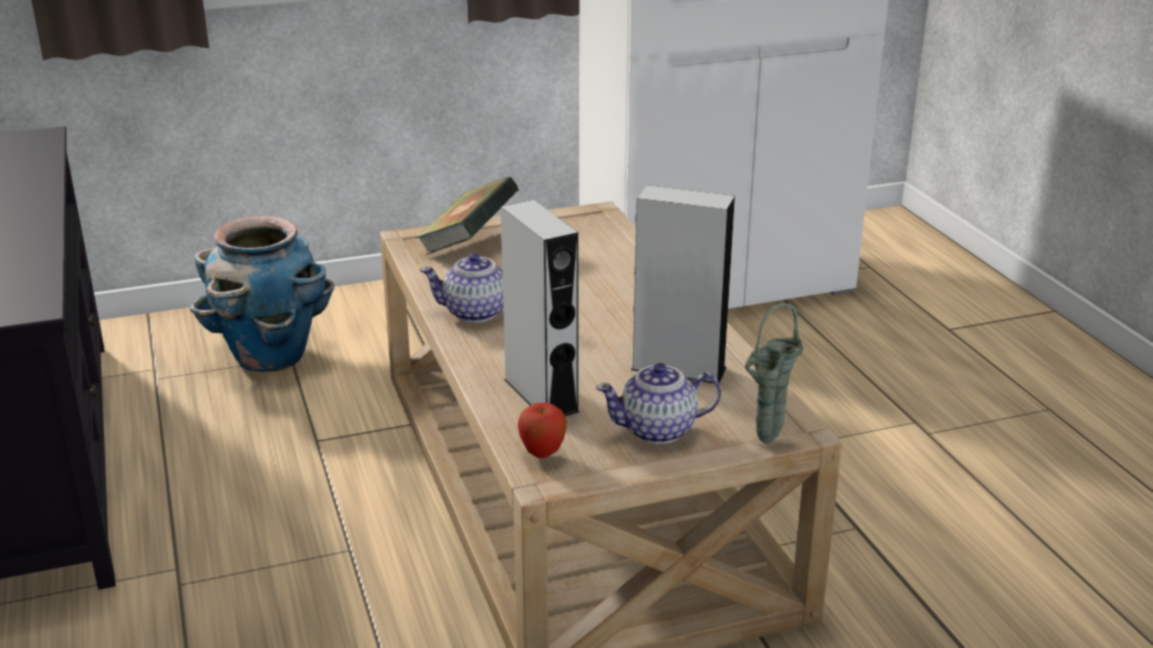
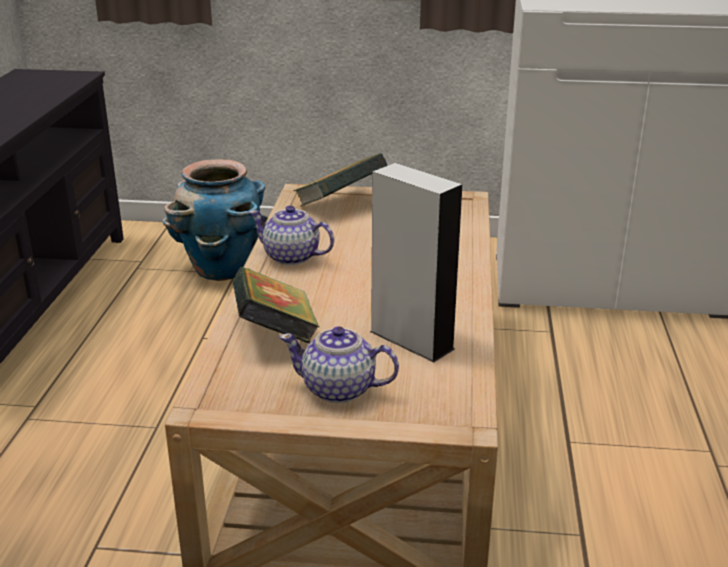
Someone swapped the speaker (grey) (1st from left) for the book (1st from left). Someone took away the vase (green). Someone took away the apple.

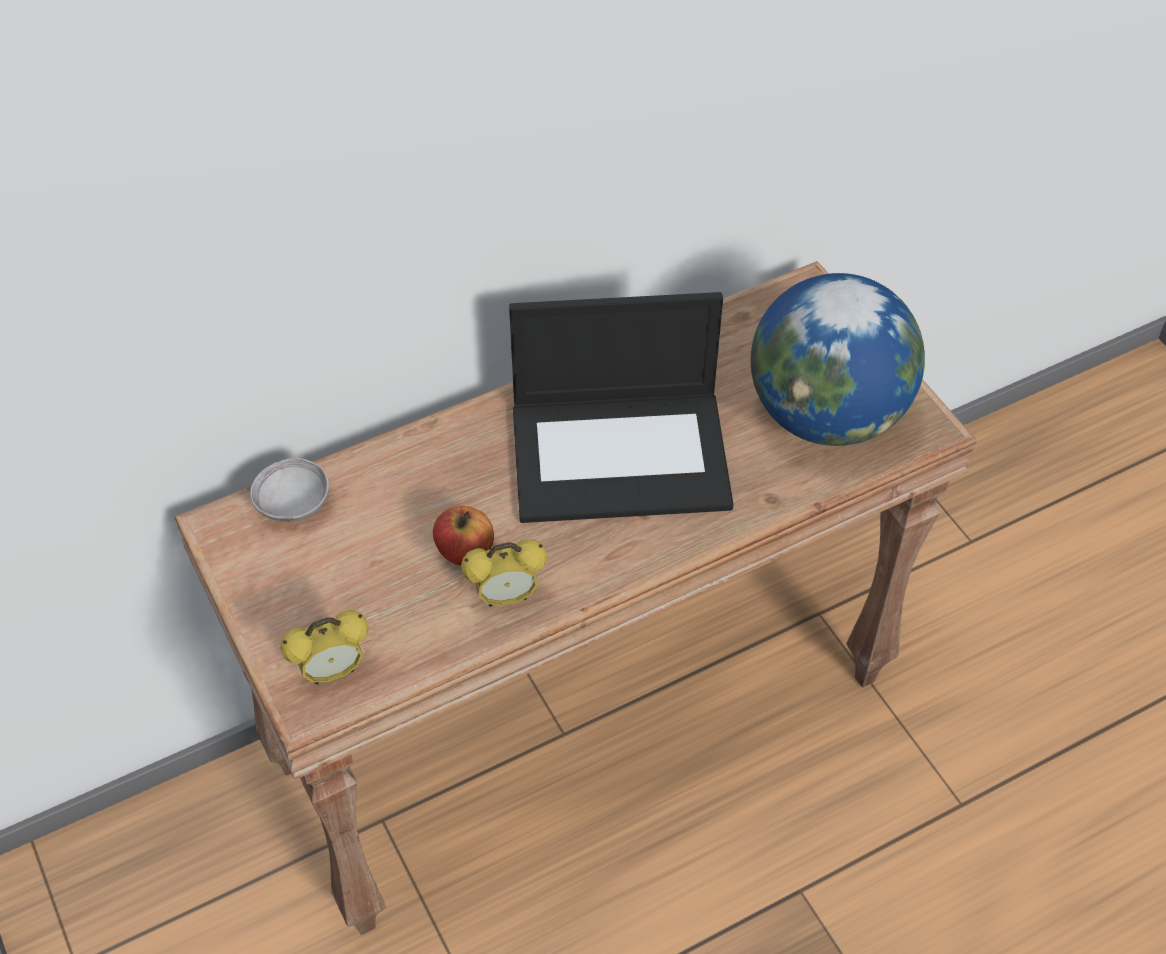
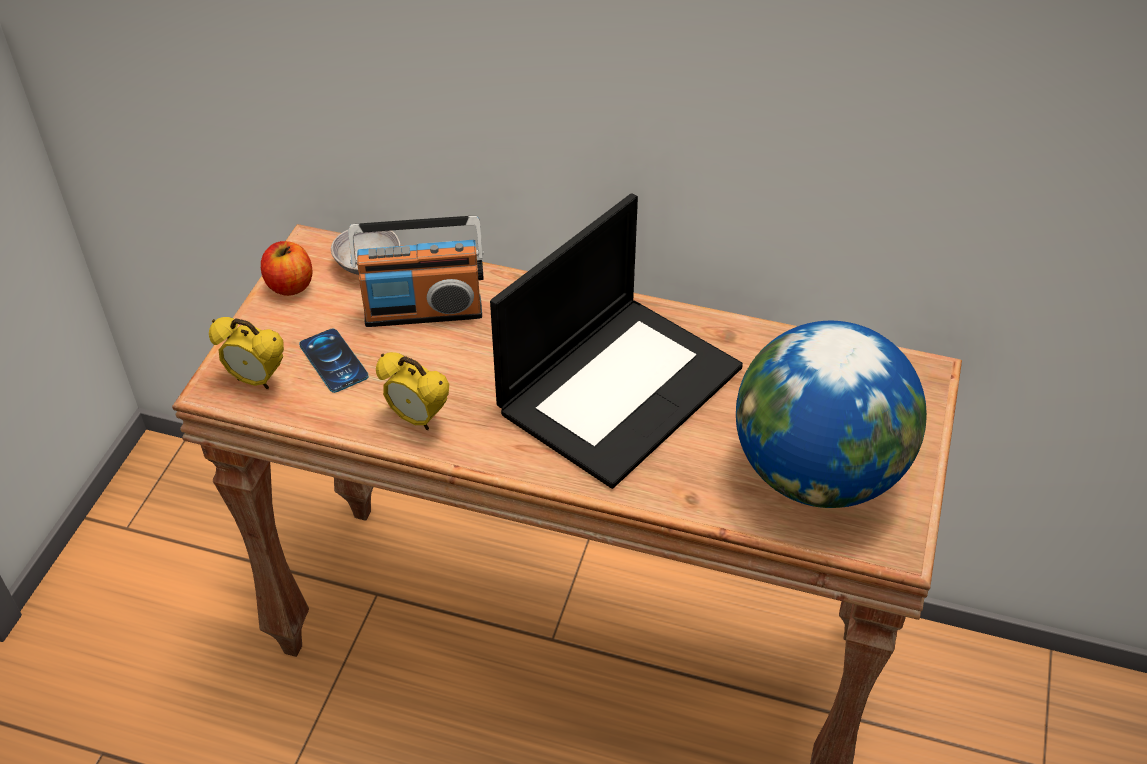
Someone rotated the laptop by 90 degrees counterclockwise. Someone carried the apple. Someone put down the radio. Someone put down the phone.

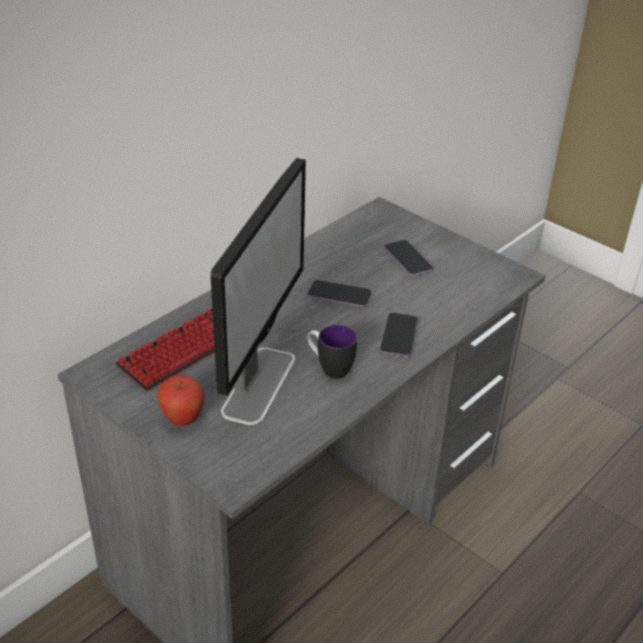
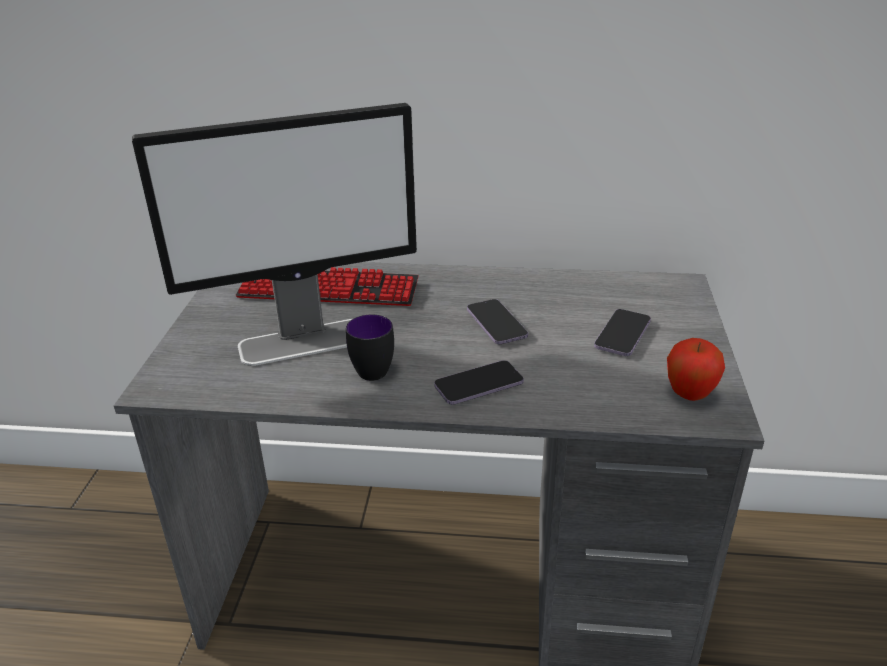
Someone carried the apple.

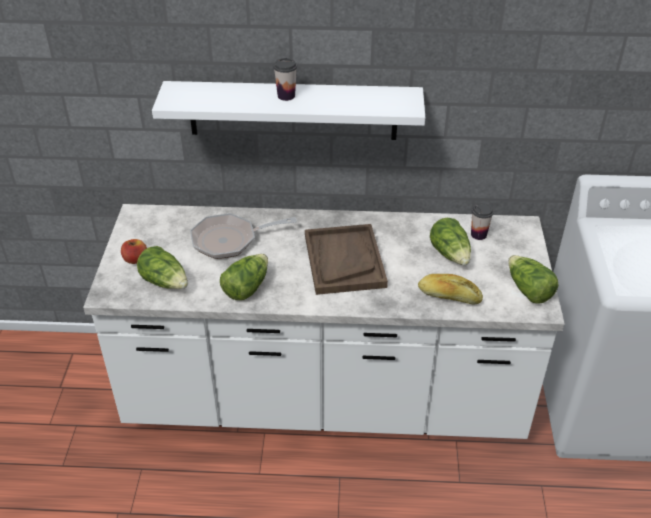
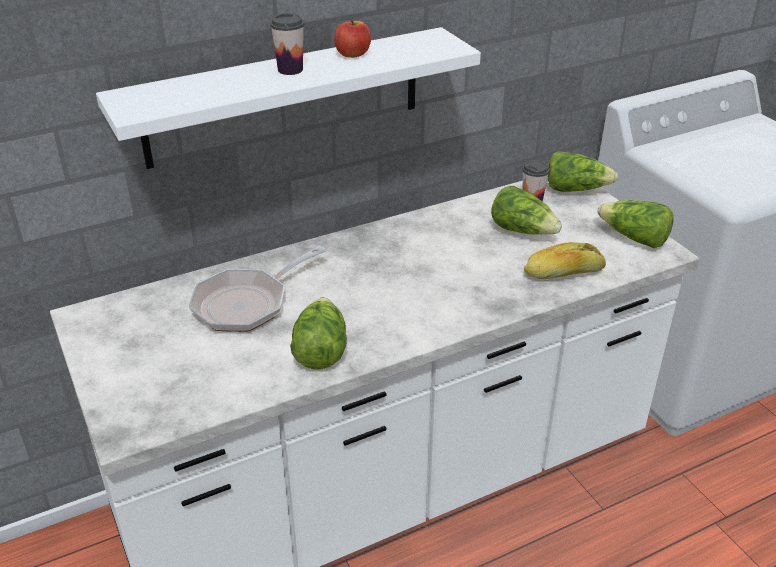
Someone took away the tray (brown). Someone carried the apple. Someone carried the lettuce (1st from left in the first image).

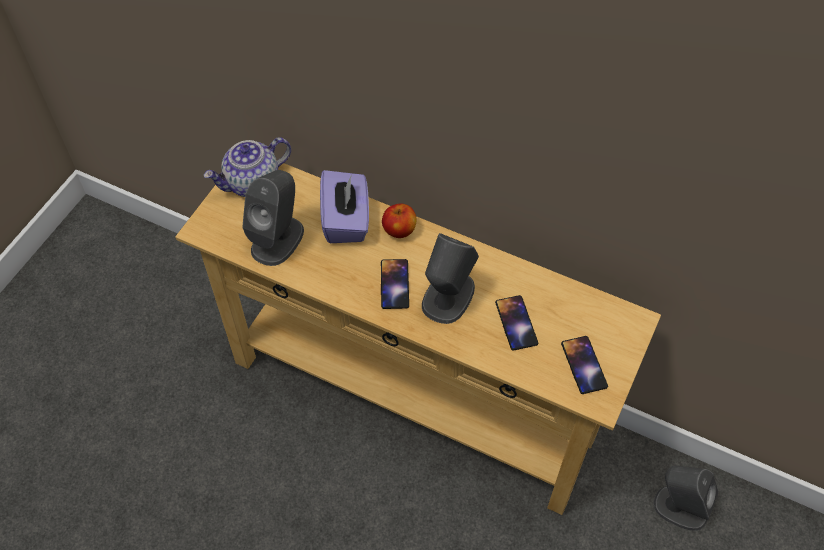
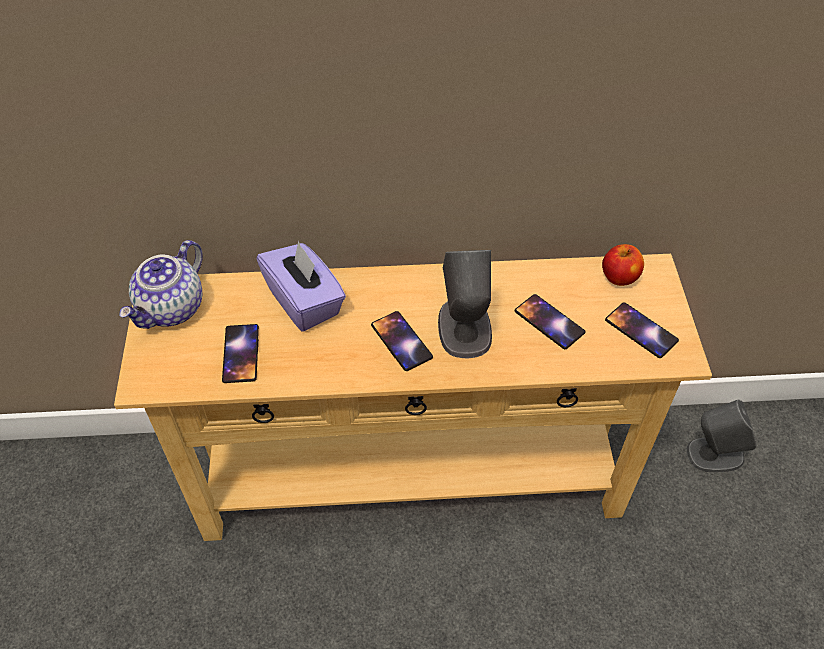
Someone swapped the speaker (grey) (1st from left) for the phone (1st from left). Someone carried the apple.

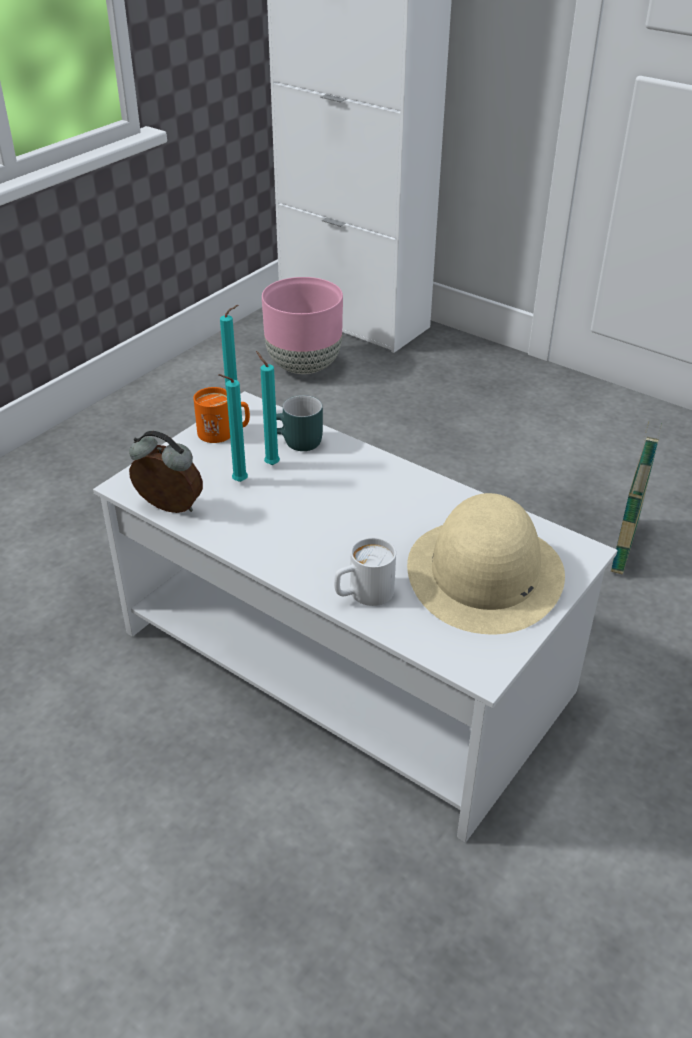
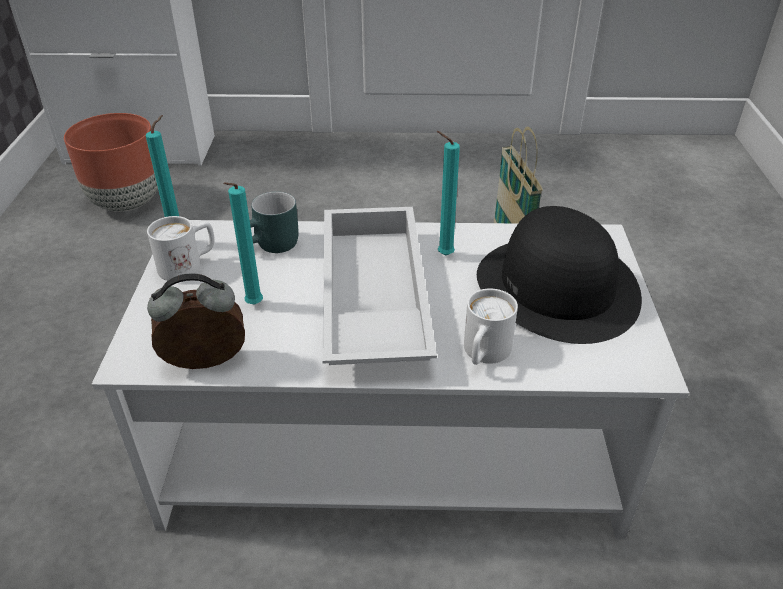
Someone repainted the planter (pink), which became the planter (brown). Someone carried the candle (turquoise) (3rd from left). Someone repainted the mug (orange), which became the mug (white) (1st from left). Someone repainted the hat (beige), which became the hat (black). Someone put down the tray (white).

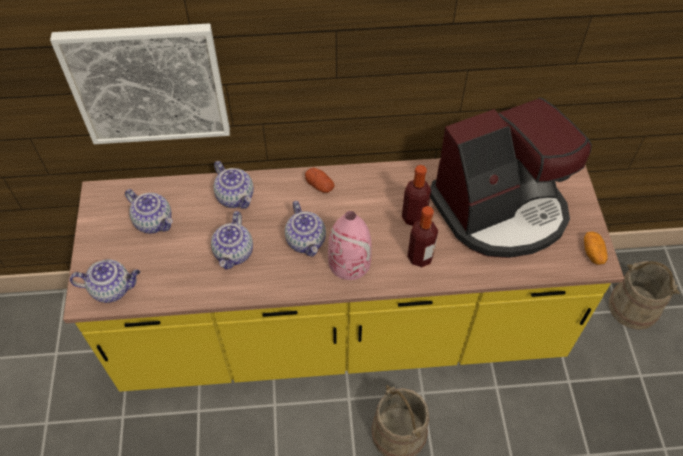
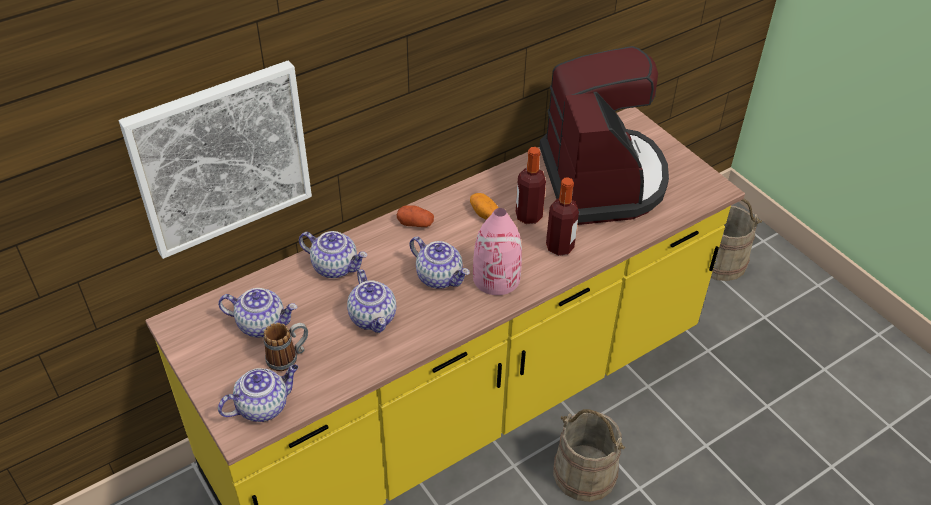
Someone rotated the coffee machine by 45 degrees counterclockwise. Someone carried the potato (2nd from left). Someone put down the mug.

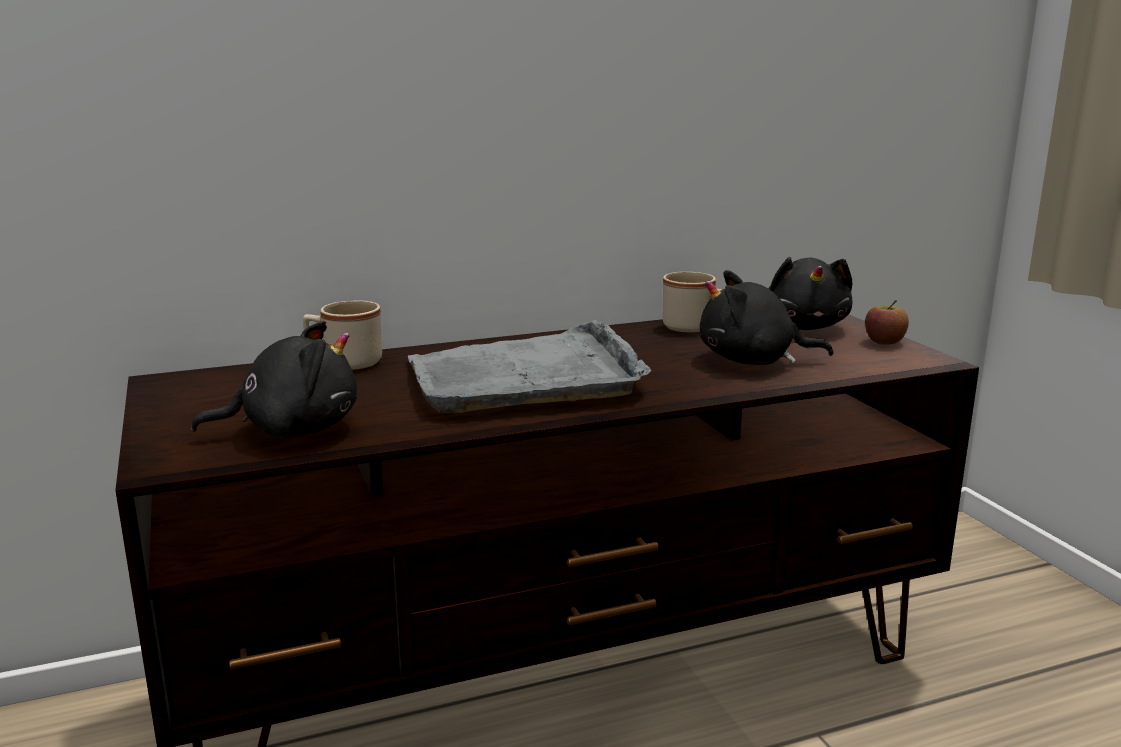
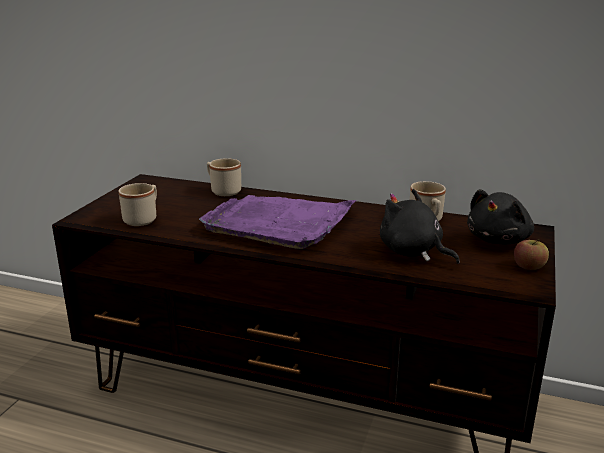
Someone repainted the tray (grey), which became the tray (purple). Someone swapped the plush toy (black) (1st from left) for the mug (beige) (1st from left).

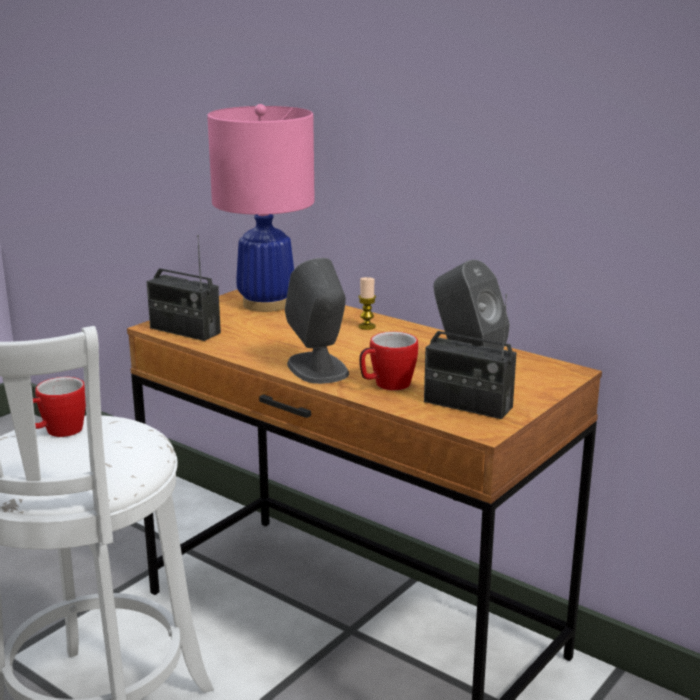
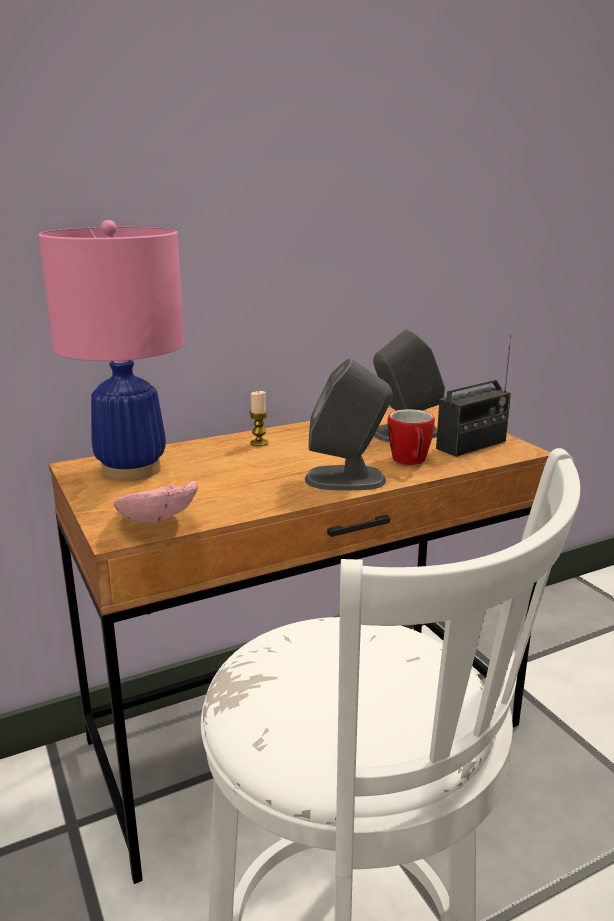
Someone swapped the radio (1st from left) for the bowl (pink). Someone took away the mug (1st from left).

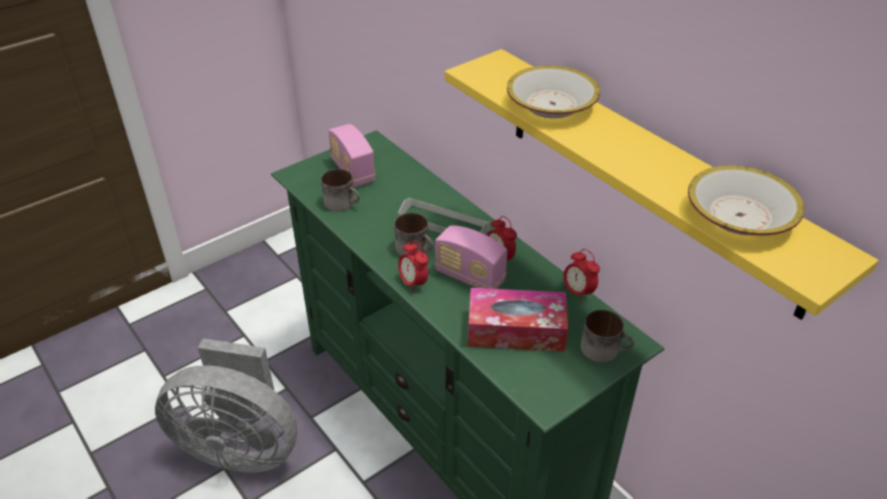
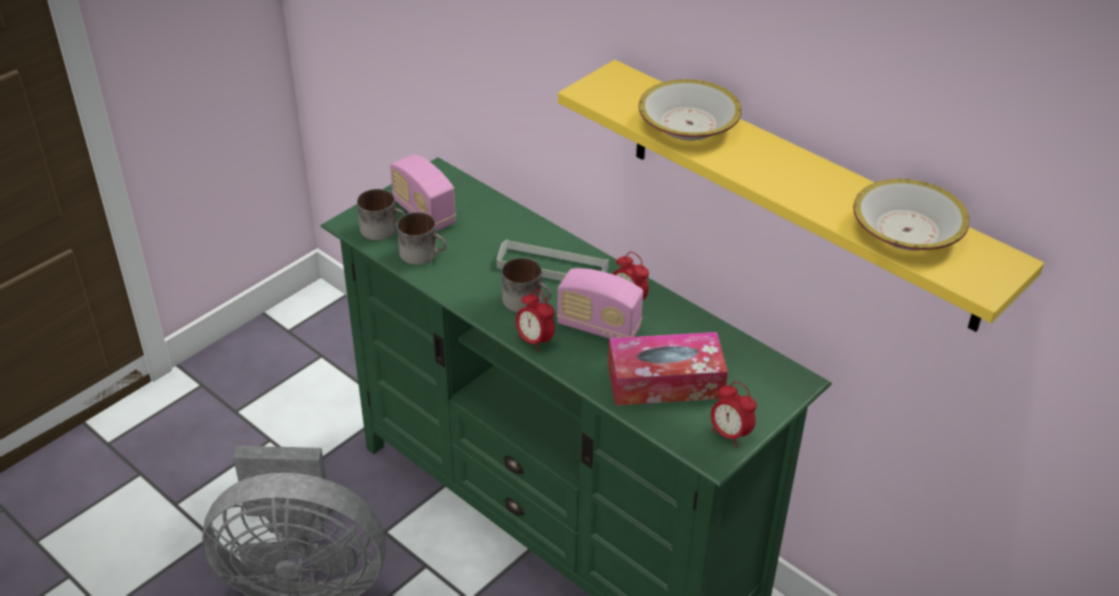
Someone carried the alarm clock (3rd from left). Someone carried the mug (3rd from left in the first image).

